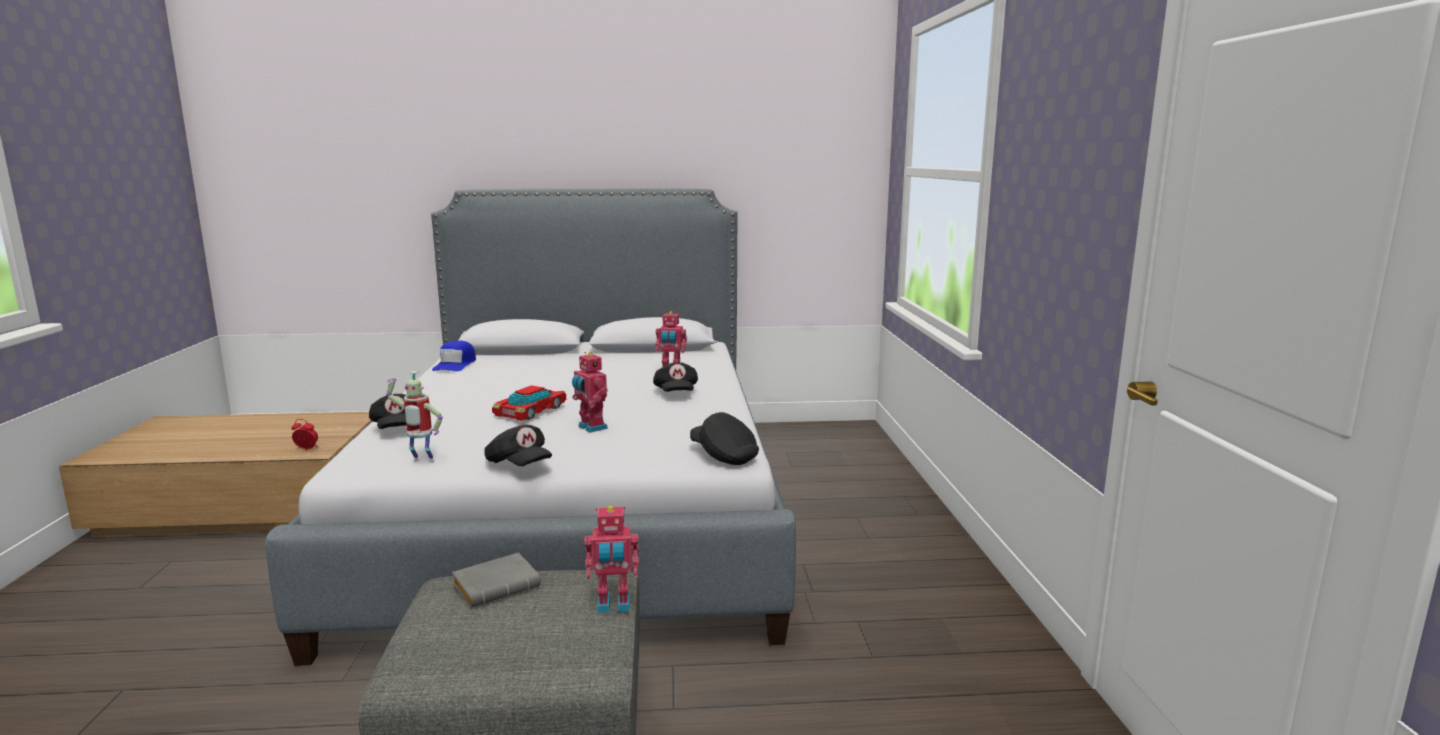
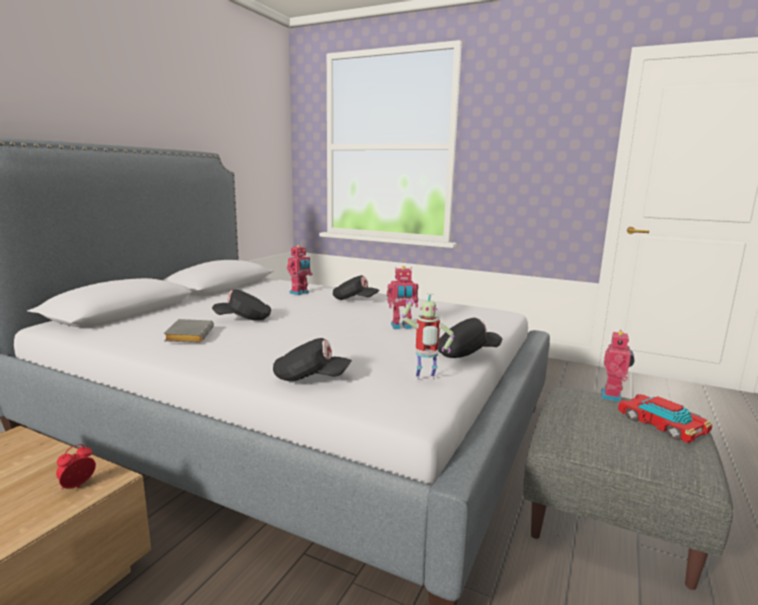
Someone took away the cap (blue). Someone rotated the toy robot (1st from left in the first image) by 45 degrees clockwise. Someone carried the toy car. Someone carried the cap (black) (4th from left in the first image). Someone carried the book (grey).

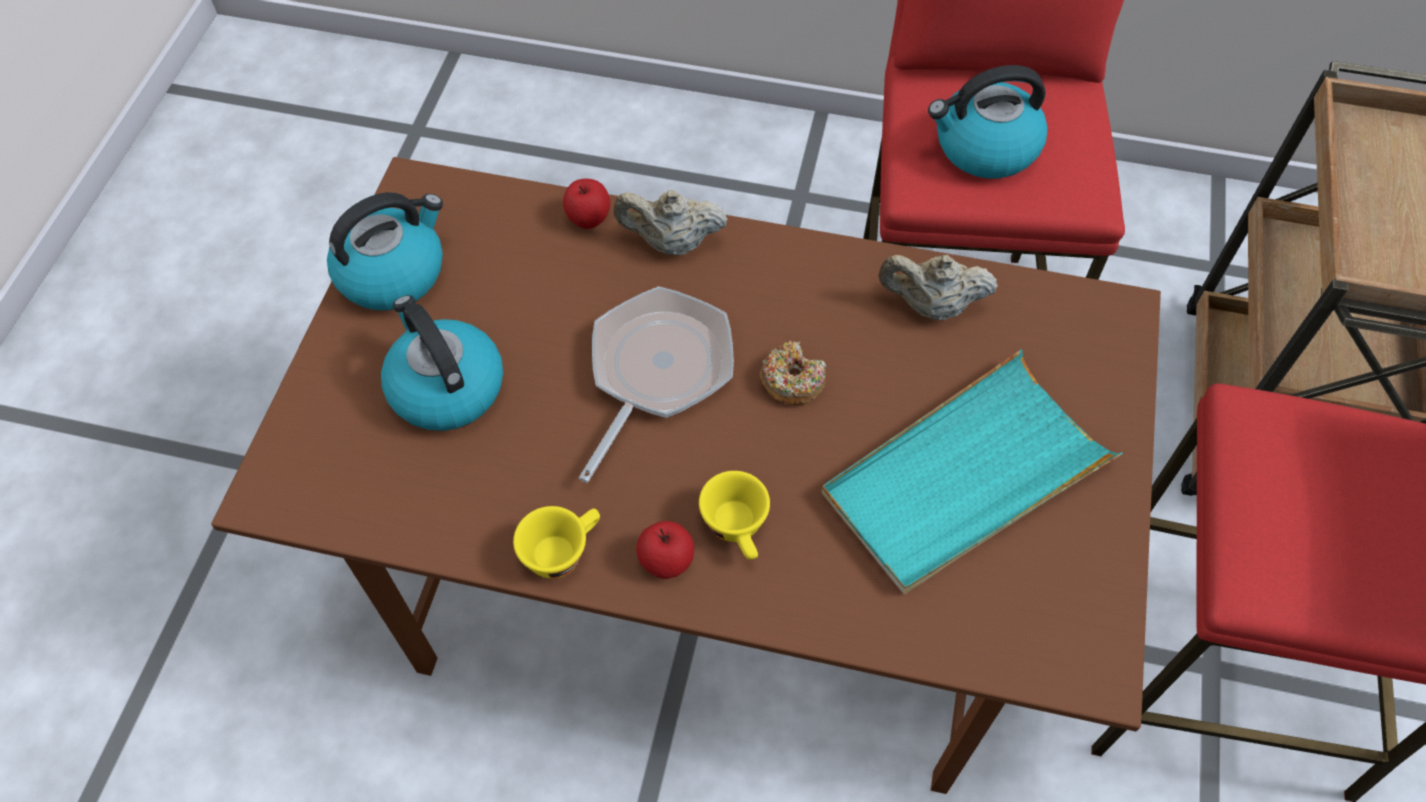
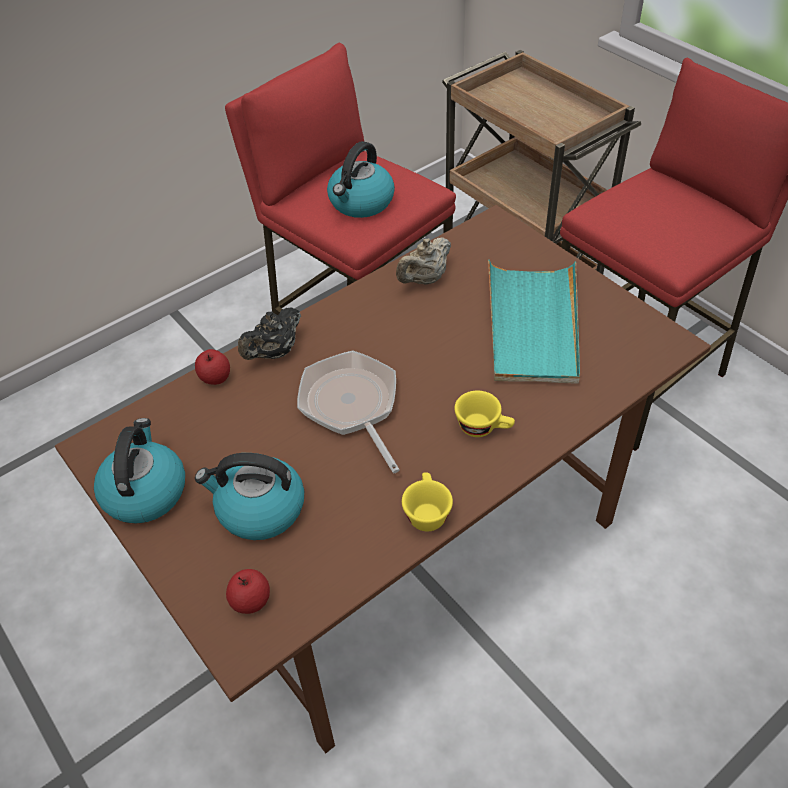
Someone repainted the teapot (beige) (1st from left), which became the teapot (black). Someone took away the donut. Someone carried the apple (2nd from left).

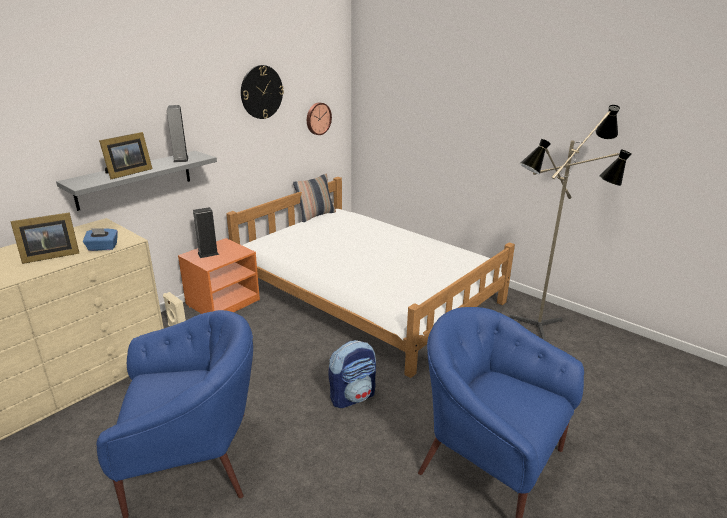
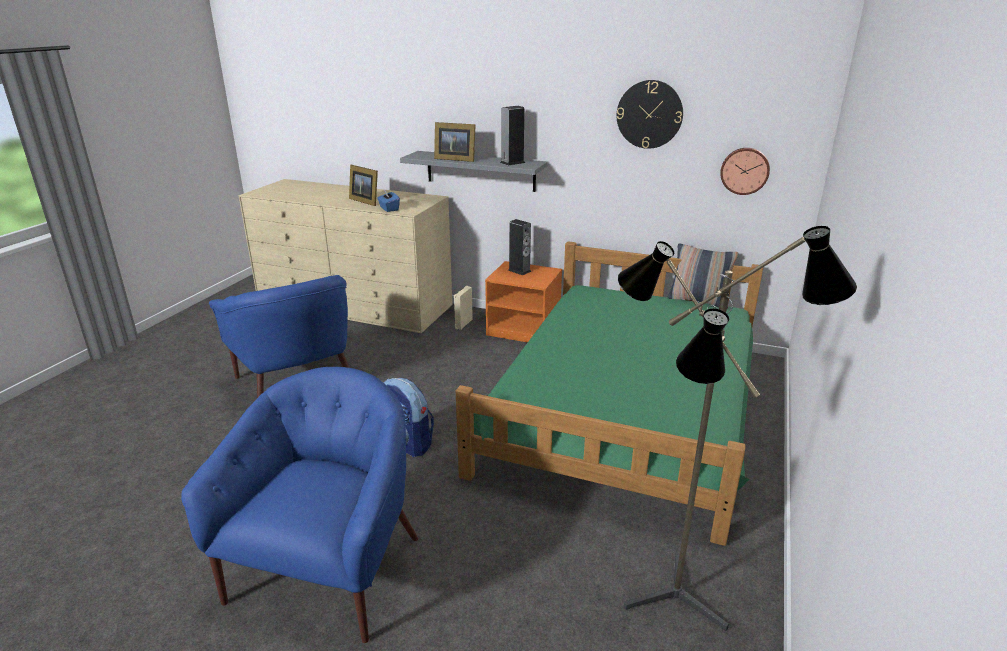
Someone repainted the bed (white), which became the bed (green).

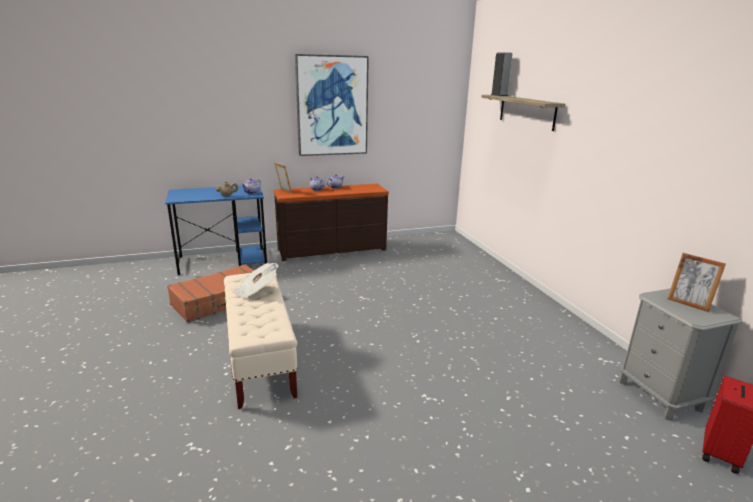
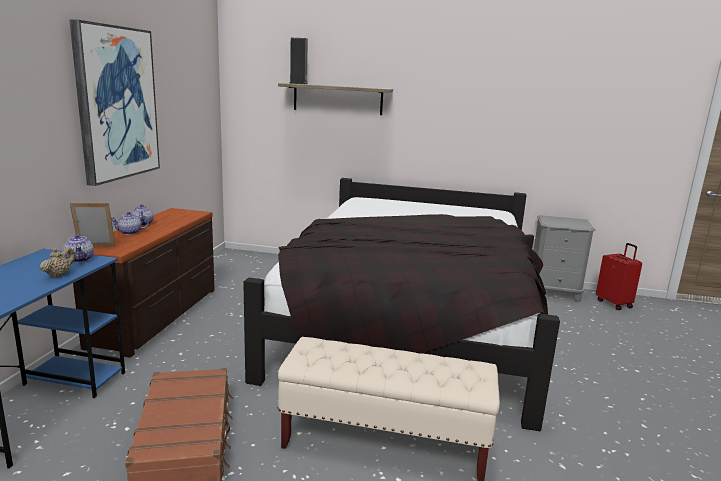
Someone took away the picture frame (2nd from left). Someone took away the newspaper. Someone put down the bed (black).

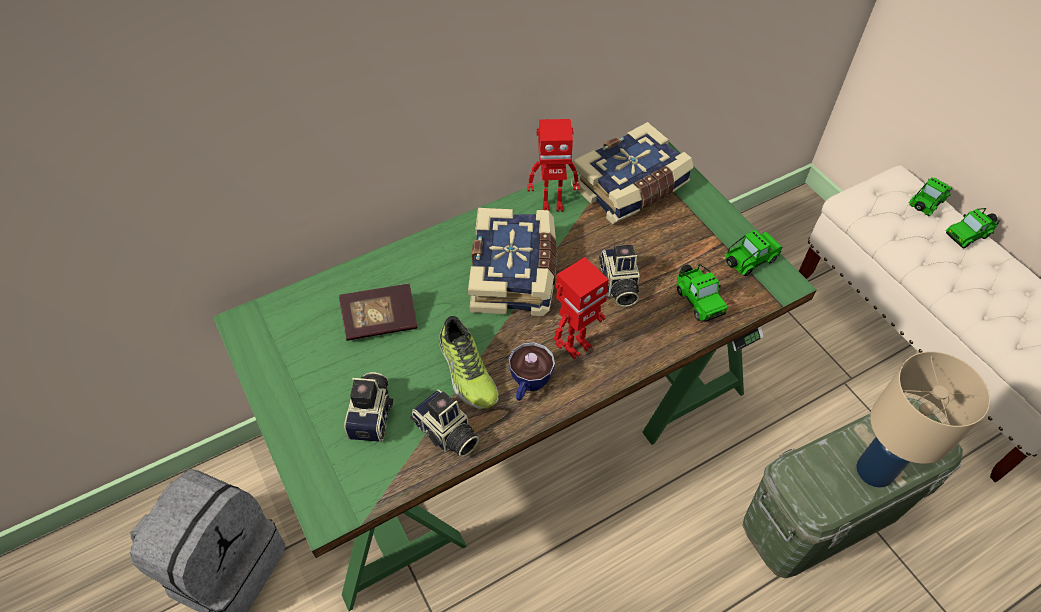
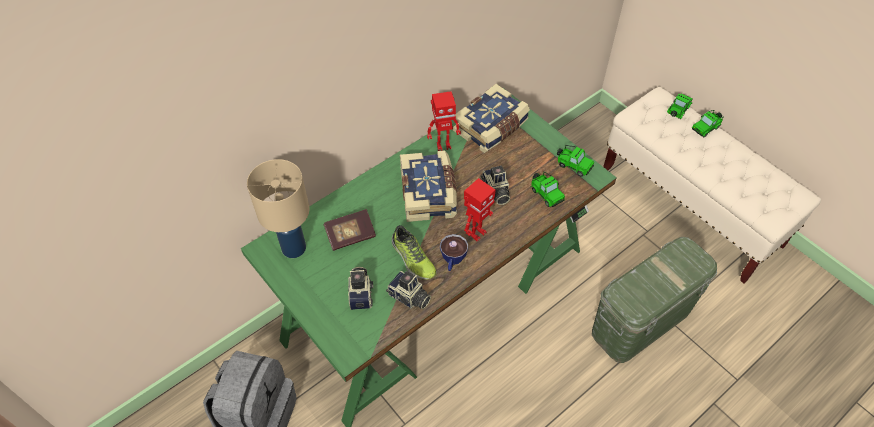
Someone rotated the toy car (2nd from left) by 75 degrees clockwise. Someone carried the table lamp (beige).

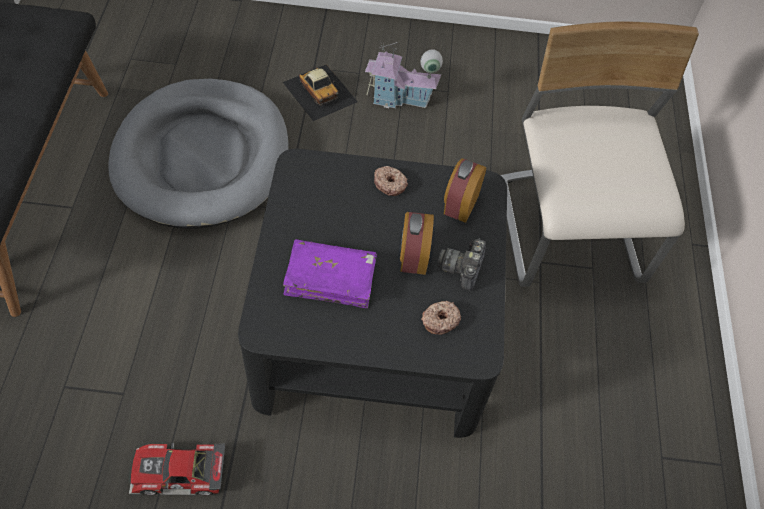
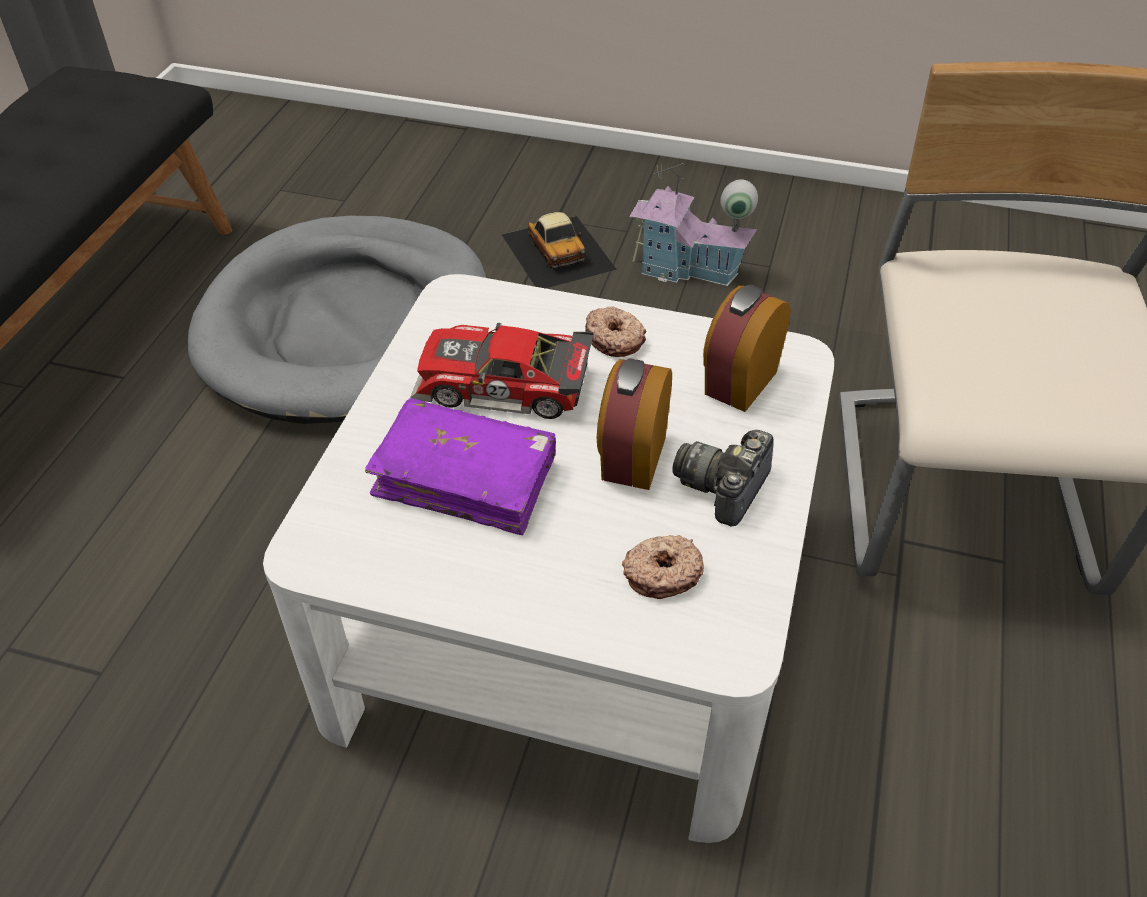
Someone repainted the coffee table (black), which became the coffee table (white). Someone carried the toy car (1st from left).

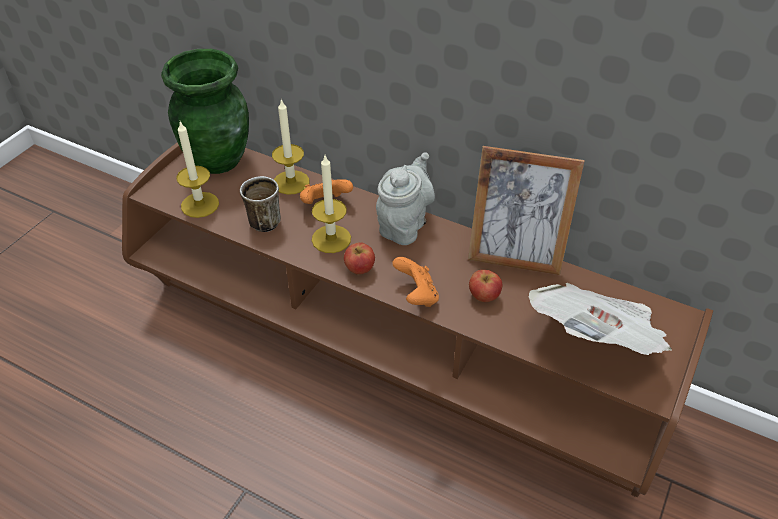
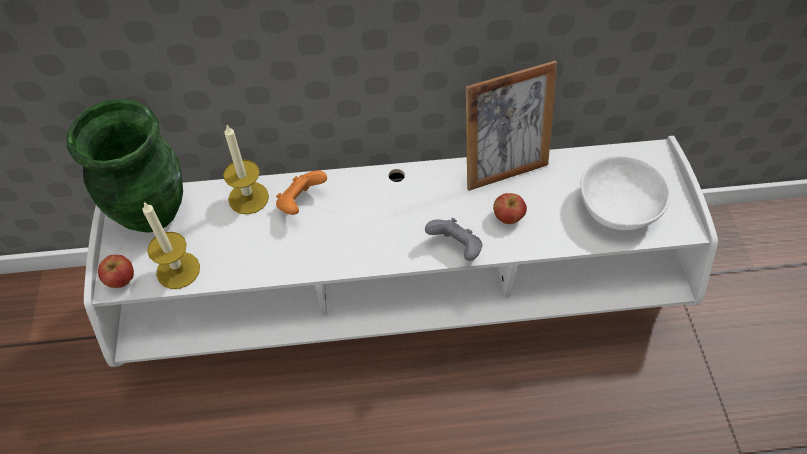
Someone repainted the tv stand (brown), which became the tv stand (white). Someone took away the teapot (grey). Someone took away the candle (3rd from left). Someone took away the mug. Someone carried the apple (1st from left). Someone repainted the game controller (orange) (2nd from left), which became the game controller (grey). Someone swapped the newspaper for the bowl (white).

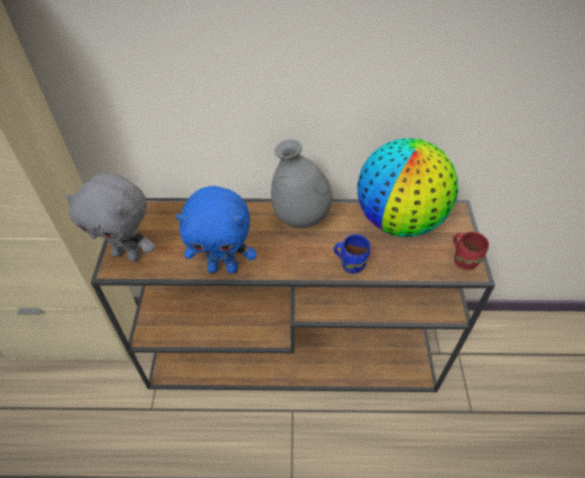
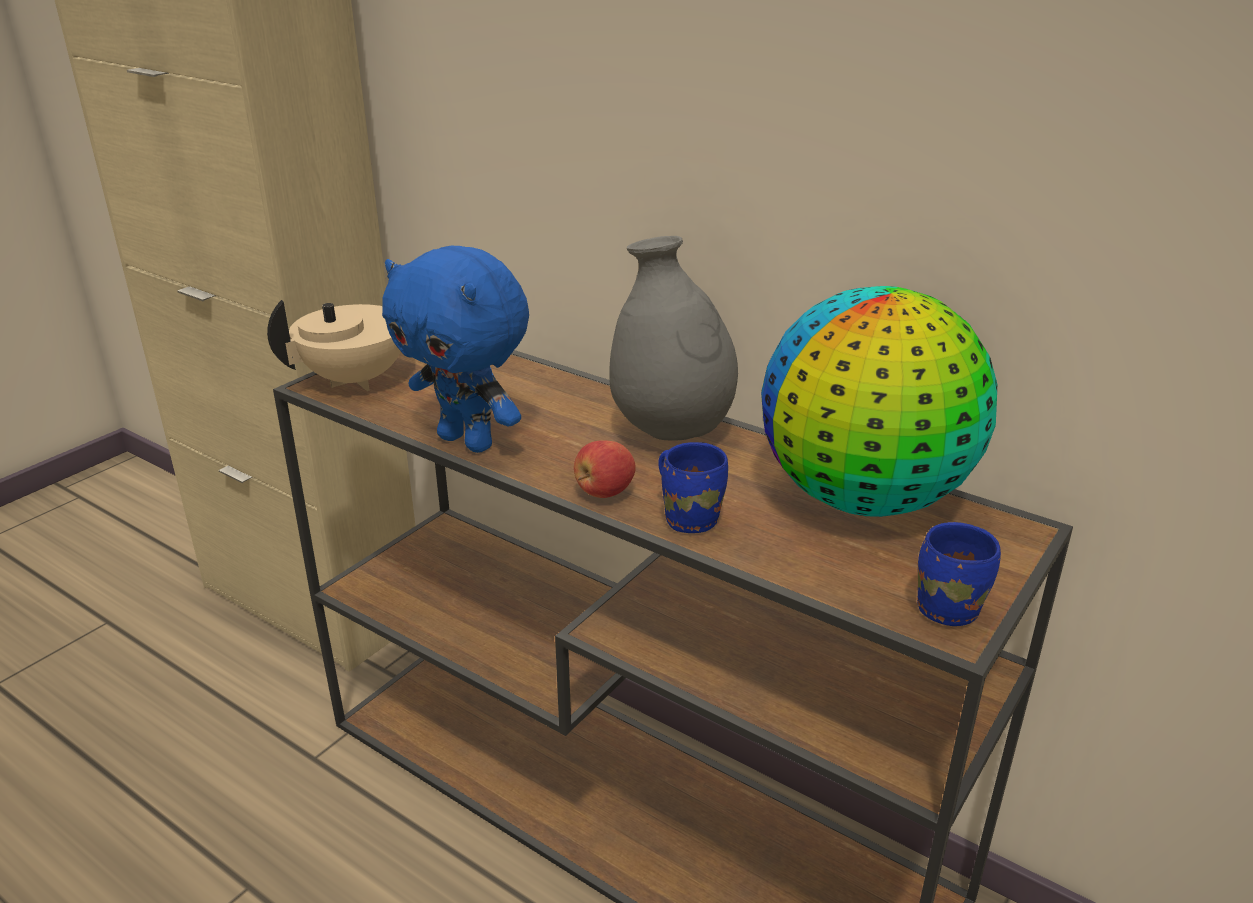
Someone swapped the plush toy (grey) for the teapot (beige). Someone repainted the mug (red), which became the mug (blue) (2nd from left). Someone put down the apple.

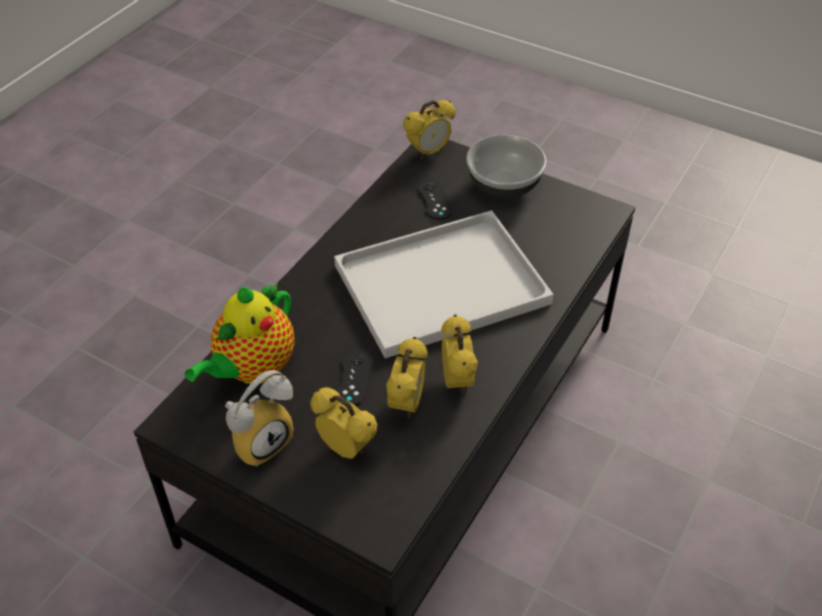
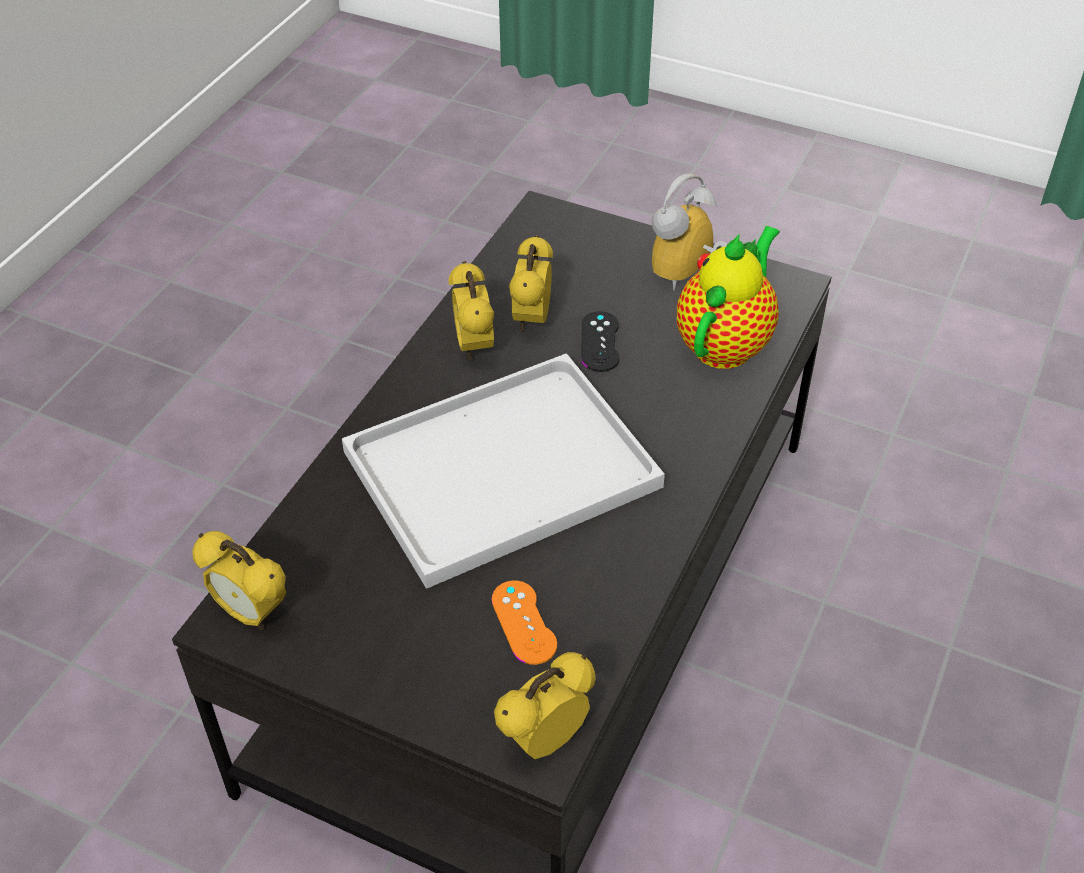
Someone took away the bowl. Someone repainted the game controller (black) (2nd from left), which became the game controller (orange). Someone carried the alarm clock (2nd from left in the first image).

